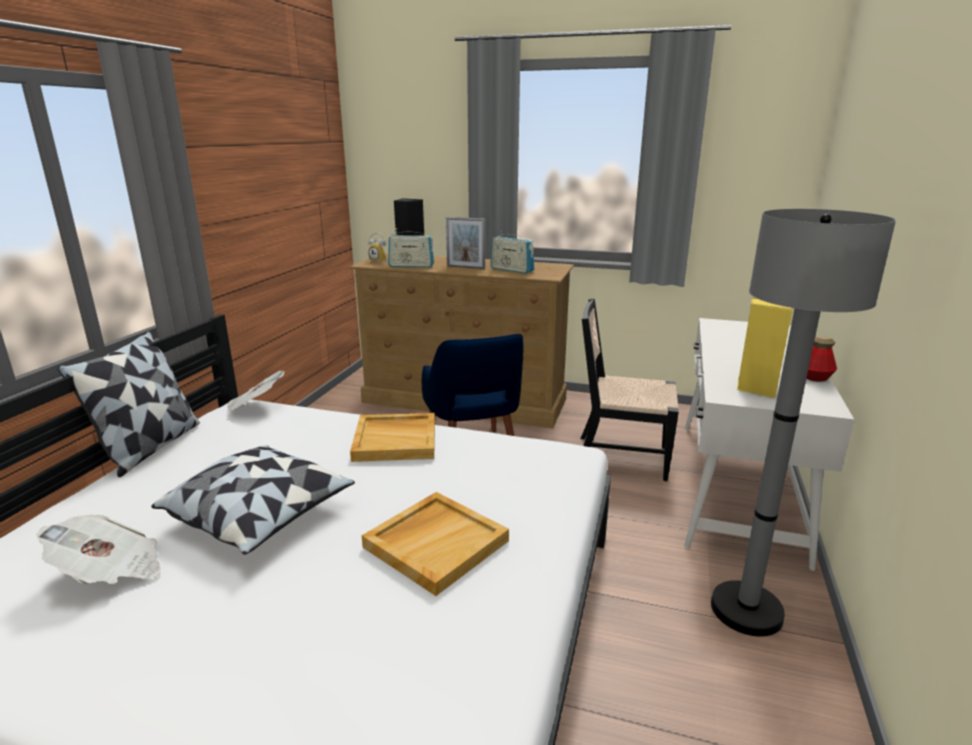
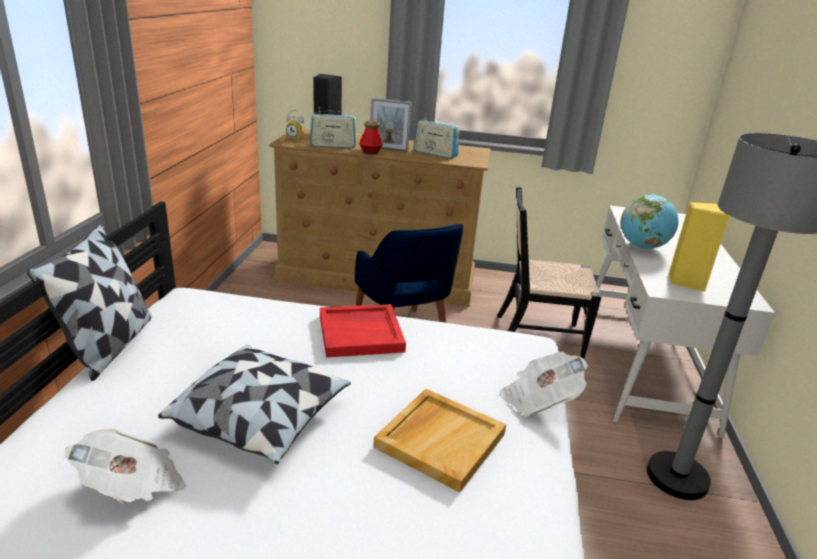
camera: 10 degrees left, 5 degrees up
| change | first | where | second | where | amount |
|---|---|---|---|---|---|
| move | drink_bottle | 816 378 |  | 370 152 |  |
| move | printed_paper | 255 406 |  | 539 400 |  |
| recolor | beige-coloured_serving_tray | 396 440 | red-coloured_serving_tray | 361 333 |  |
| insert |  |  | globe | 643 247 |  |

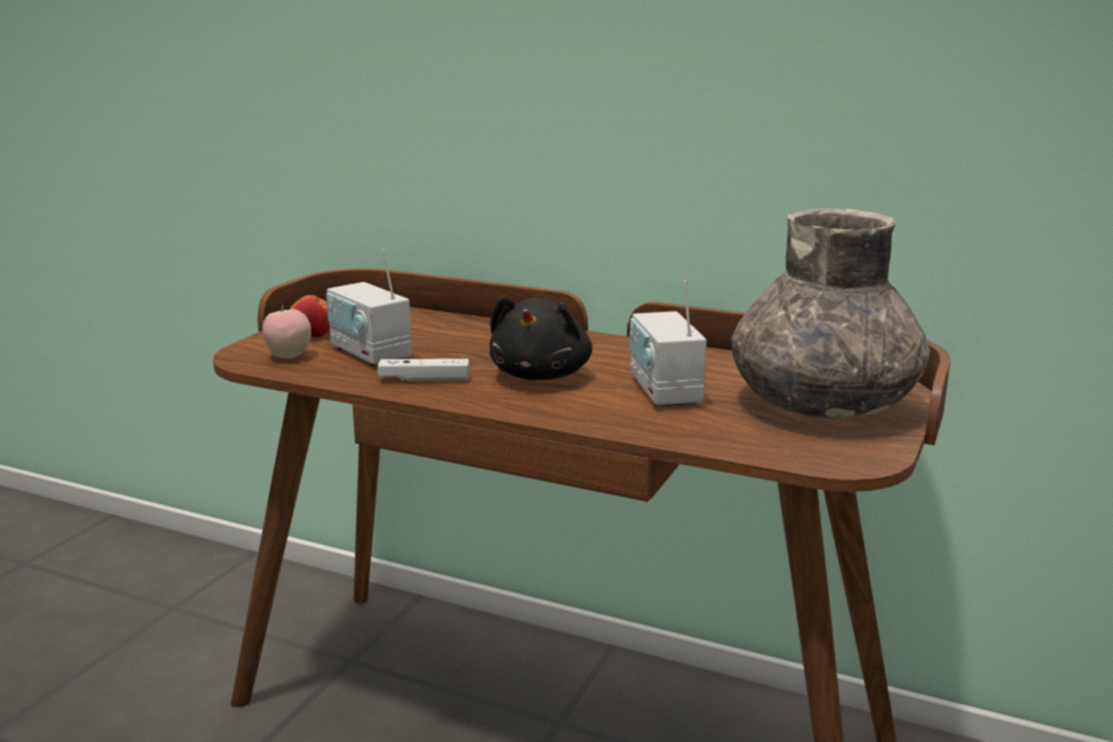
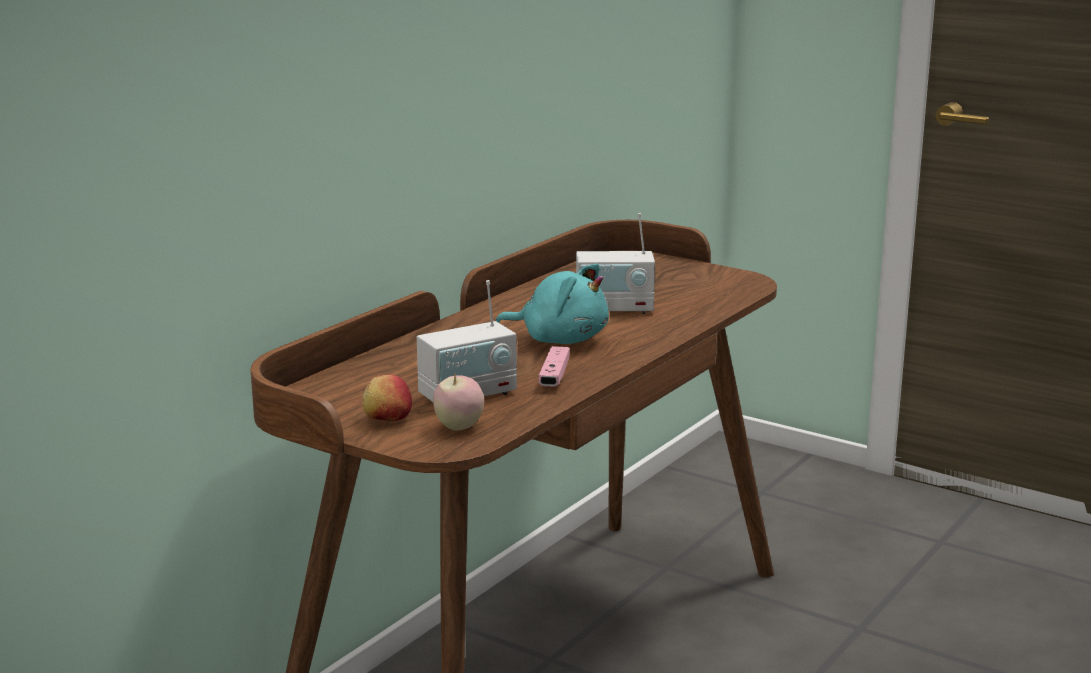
camera: 80 degrees left, 0 degrees up
| change | first | where | second | where | amount |
|---|---|---|---|---|---|
| delete | gray_vase | 824 406 |  |  |  |
| recolor | black-coloured_plush_toy | 542 375 | turquoise-coloured_plush_toy | 560 339 |  |
| recolor | whitish_game_controller | 424 379 | pink_game_controller | 554 376 |  |

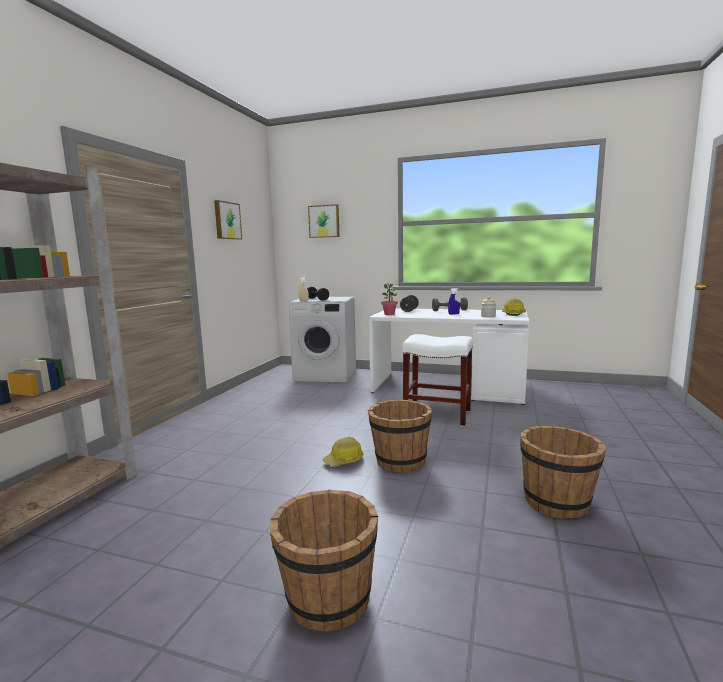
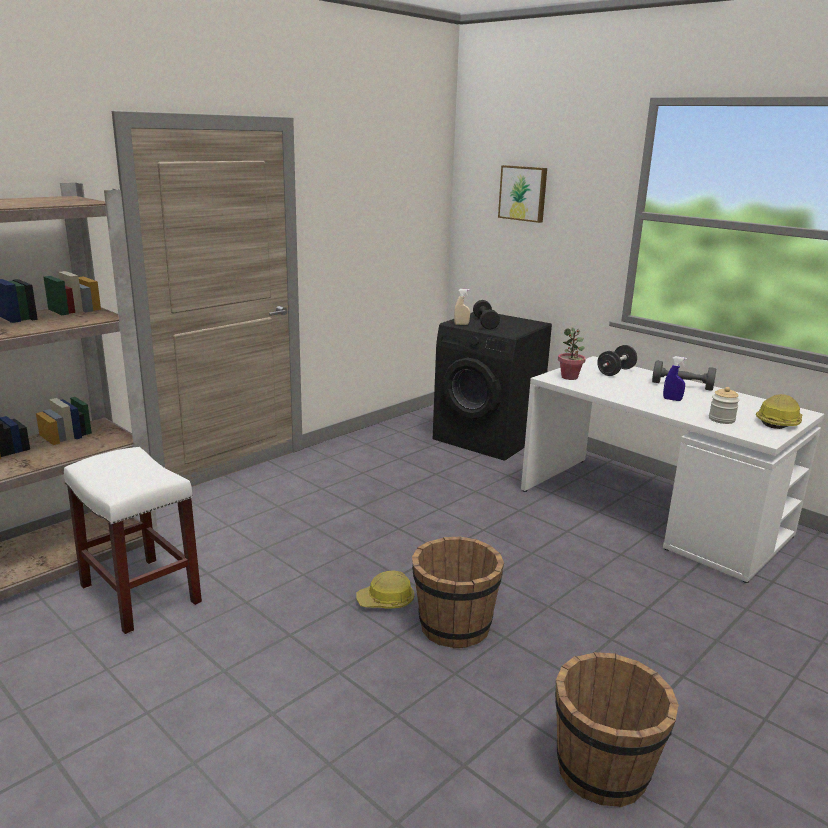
camera: 25 degrees right, 10 degrees up
| change | first | where | second | where | amount |
|---|---|---|---|---|---|
| delete | wall_art | 227 220 |  |  |  |
| recolor | whitish_washing_machine | 325 375 | black-coloured_washing_machine | 486 438 |  |
| move | whitish_stool_seat | 436 415 |  | 139 594 |  |
| delete | brown_water_bucket | 327 599 |  |  |  |

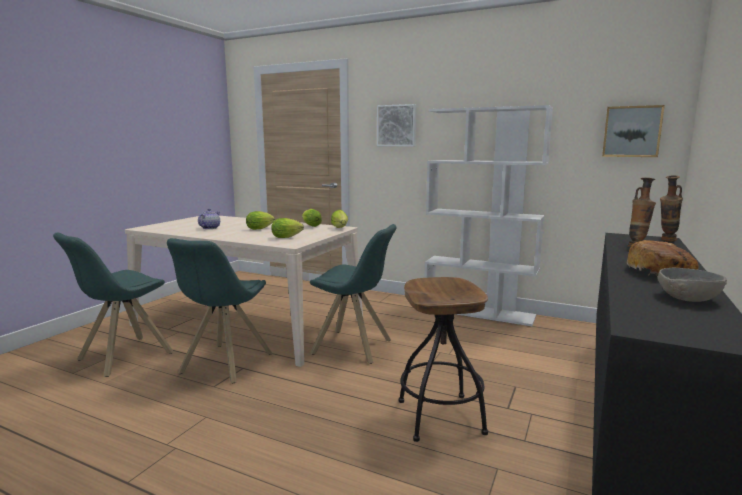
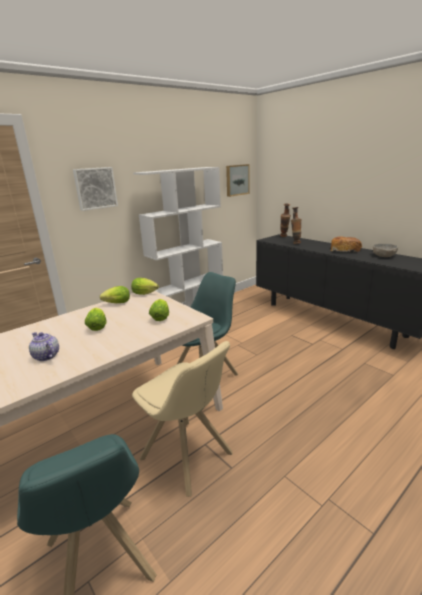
camera: 65 degrees left, 10 degrees up
| change | first | where | second | where | amount |
|---|---|---|---|---|---|
| recolor | turquoise-coloured_chair | 225 363 | beige-coloured_chair | 187 456 |  |
| delete | brown_stool_seat | 440 416 |  |  |  |

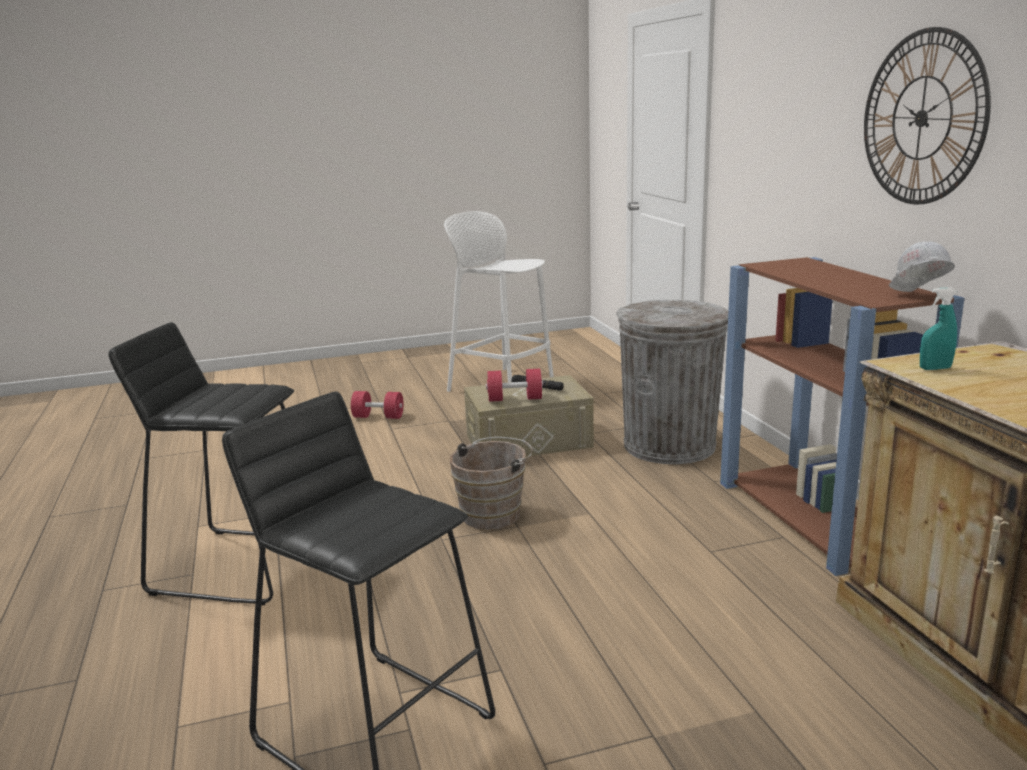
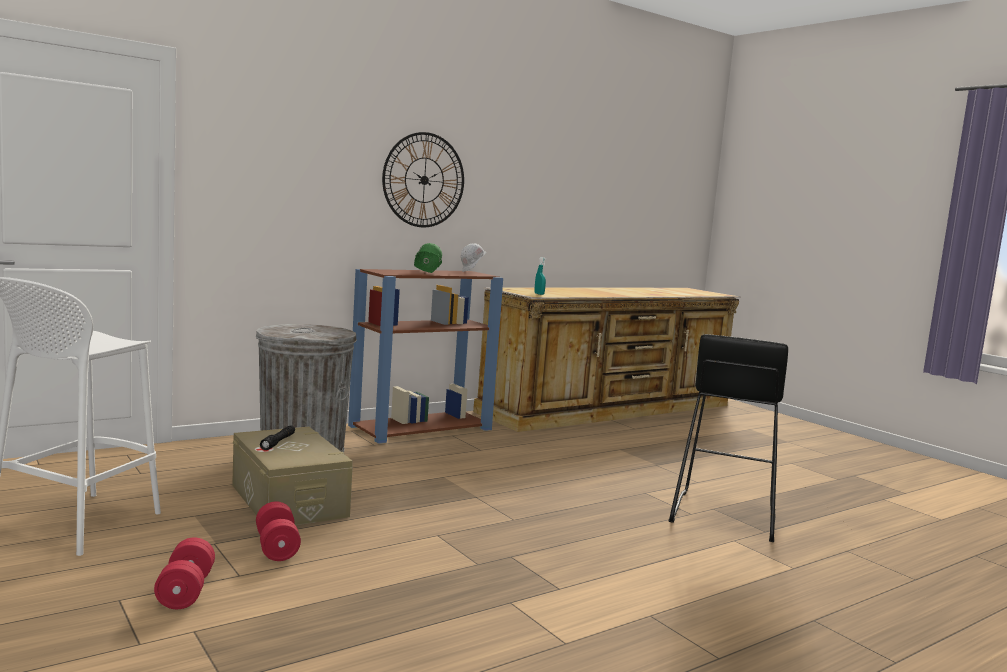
camera: 110 degrees left, 10 degrees down
| change | first | where | second | where | amount |
|---|---|---|---|---|---|
| delete | black-coloured_stool_seat | 237 565 |  |  |  |
| move | red-coloured_hand_weight | 515 399 |  | 277 547 |  |
| delete | brown_water_bucket | 494 513 |  |  |  |
| insert |  |  | green-coloured_safety_helmet | 426 273 |  |

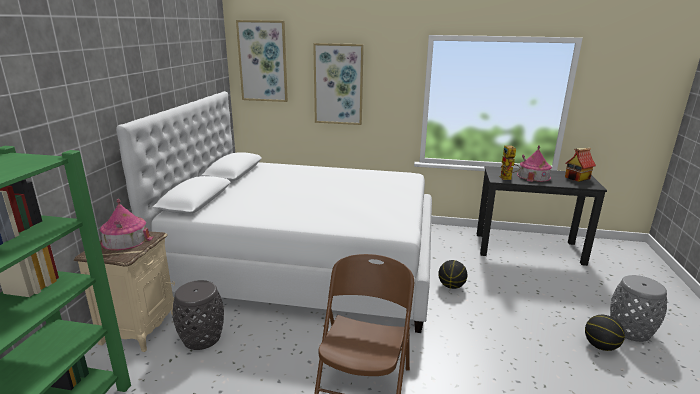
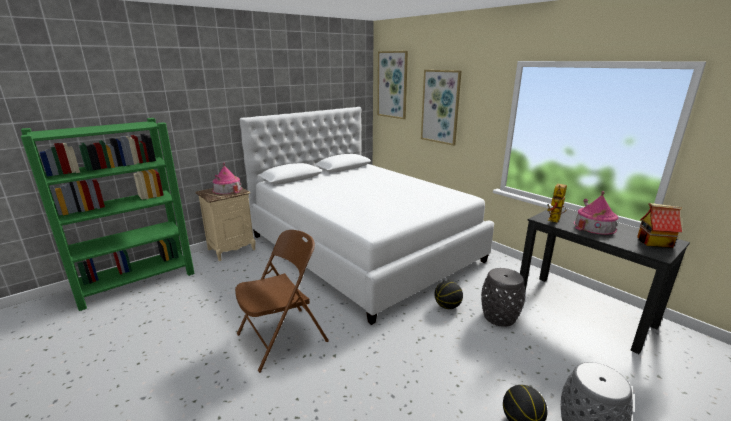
camera: 40 degrees right, 0 degrees up
| change | first | where | second | where | amount |
|---|---|---|---|---|---|
| move | gray_stool_seat | 202 338 |  | 499 317 |  |

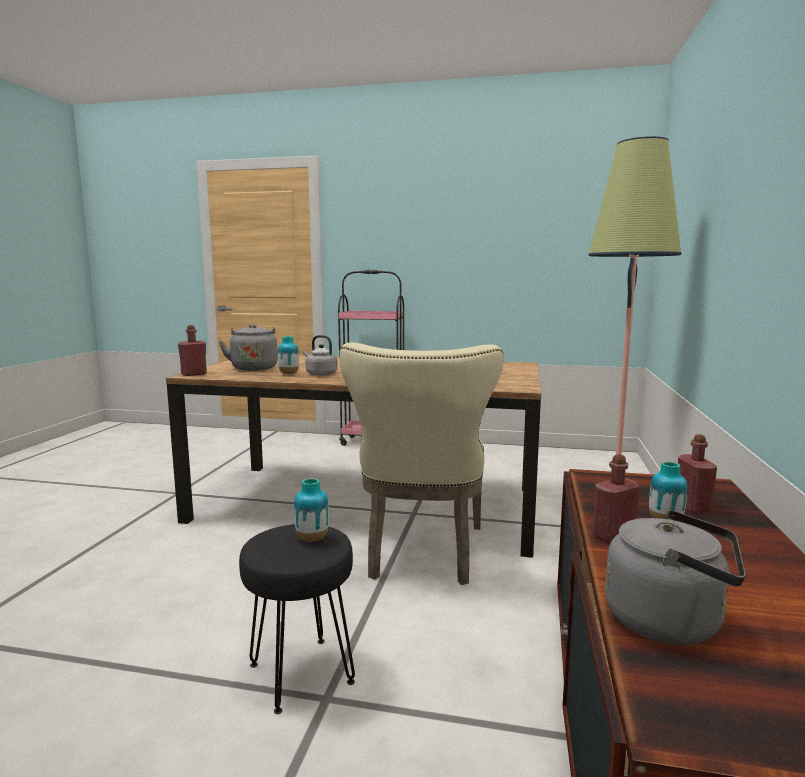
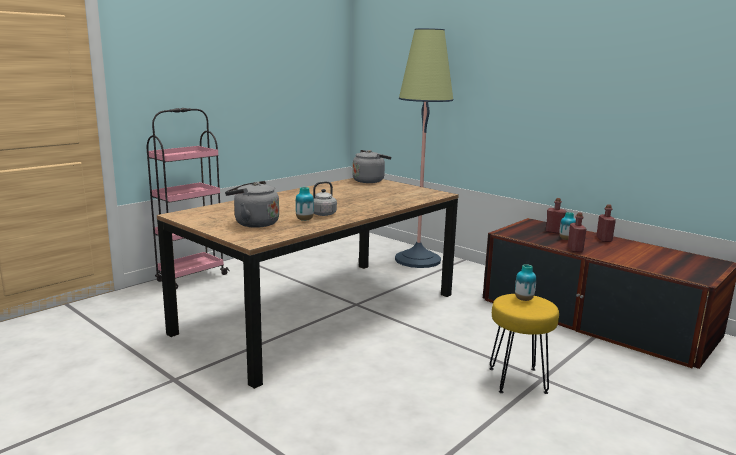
camera: 60 degrees left, 5 degrees up
| change | first | where | second | where | amount |
|---|---|---|---|---|---|
| move | red-coloured_drink_bottle | 194 374 |  | 604 239 |  |
| delete | beige-coloured_chair | 423 555 |  |  |  |
| move | gray_kettle | 670 622 |  | 370 181 |  |
| recolor | black-coloured_stool_seat | 302 672 | yellow_stool_seat | 516 380 |  |

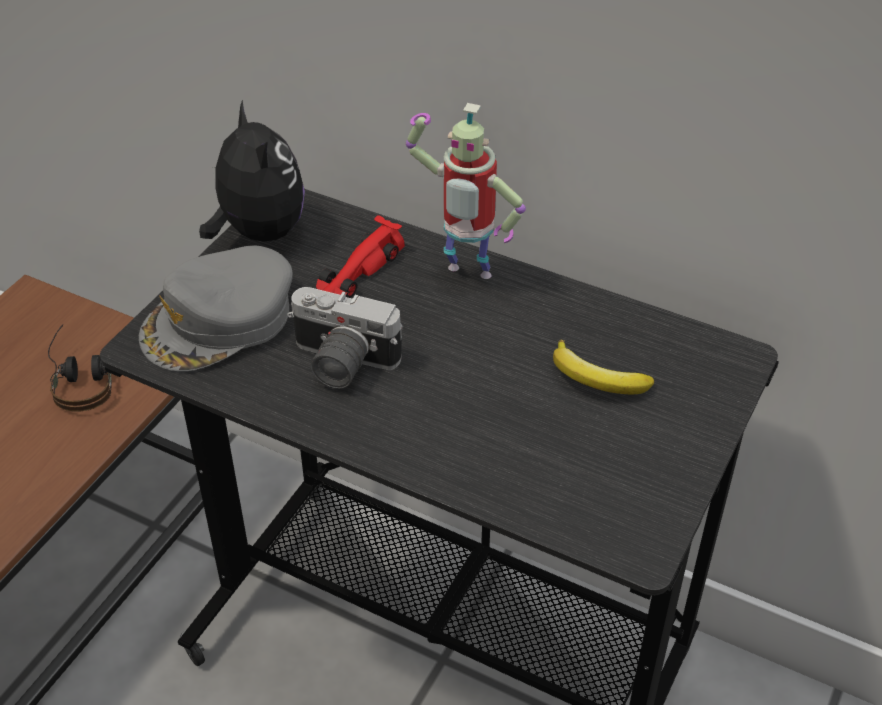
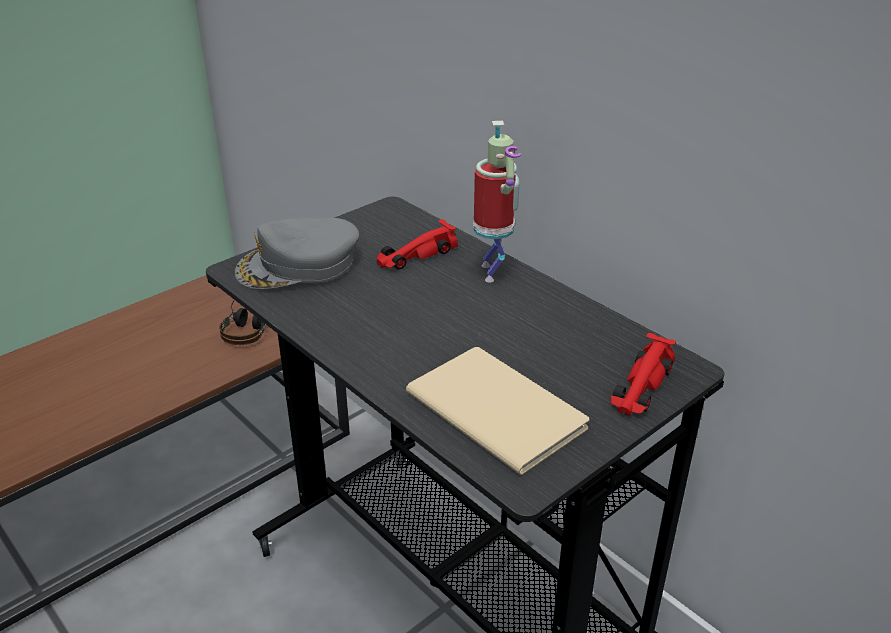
camera: 20 degrees right, 10 degrees down
| change | first | where | second | where | amount |
|---|---|---|---|---|---|
| delete | plush_toy | 258 232 |  |  |  |
| rotate | toy_robot | 466 275 |  | 493 273 | 135 degrees counterclockwise |
| delete | still_camera | 339 363 |  |  |  |
| delete | whole_banana | 596 379 |  |  |  |
| insert |  |  | red-coloured_toy_car | 641 386 |  |
| insert |  |  | beige-coloured_book | 496 406 |  |

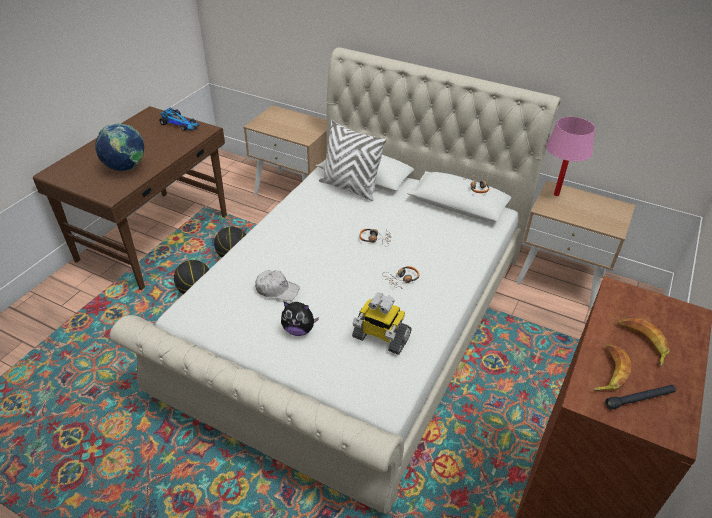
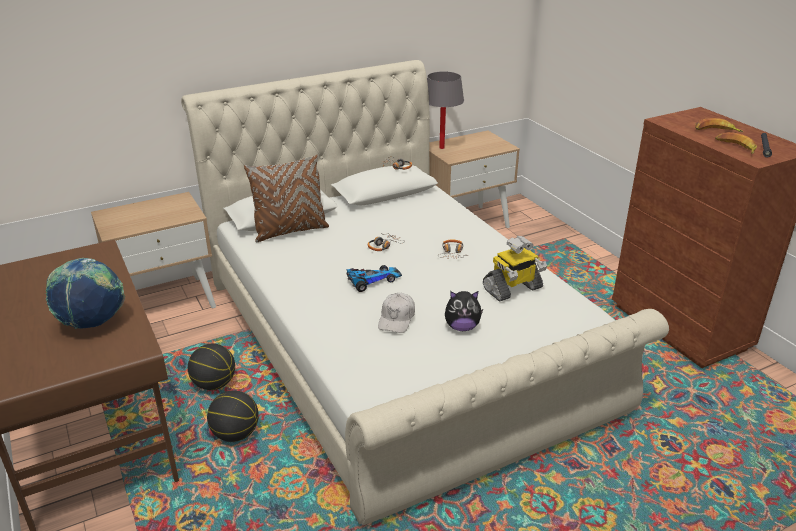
camera: 55 degrees left, 10 degrees down
| change | first | where | second | where | amount |
|---|---|---|---|---|---|
| move | toy_car | 180 124 |  | 372 280 |  |
| recolor | pink_table_lamp | 556 194 | gray_table_lamp | 441 148 |  |
| recolor | whitish_cushion | 350 187 | brown_cushion | 290 231 |  |
| rotate | whitish_cap | 277 290 |  | 396 319 | 150 degrees clockwise |
| rotate | plush_toy | 299 330 |  | 462 327 | 45 degrees clockwise |

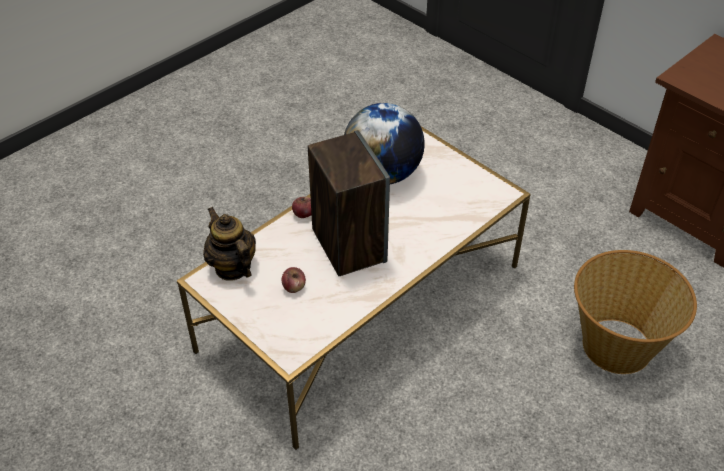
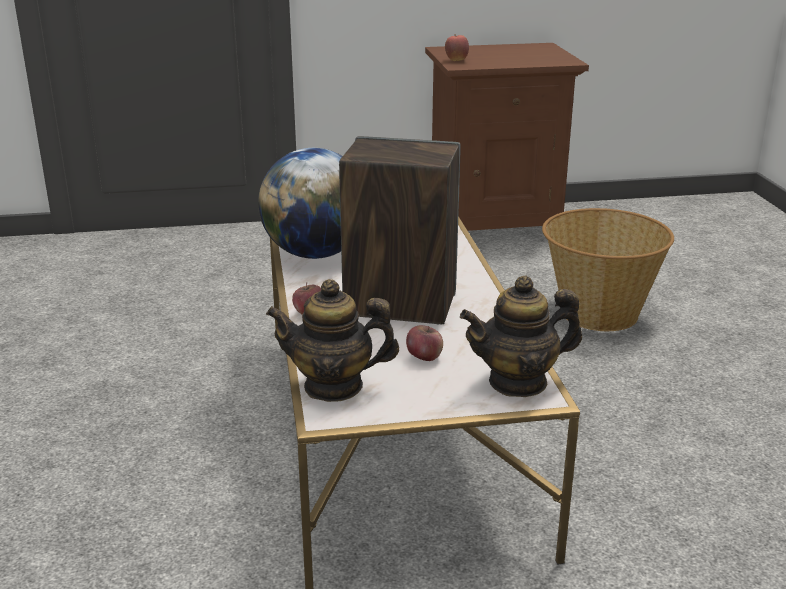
camera: 55 degrees left, 20 degrees down
| change | first | where | second | where | amount |
|---|---|---|---|---|---|
| insert |  |  | apple | 456 60 |  |
| insert |  |  | pot_for_tea | 518 382 |  |

